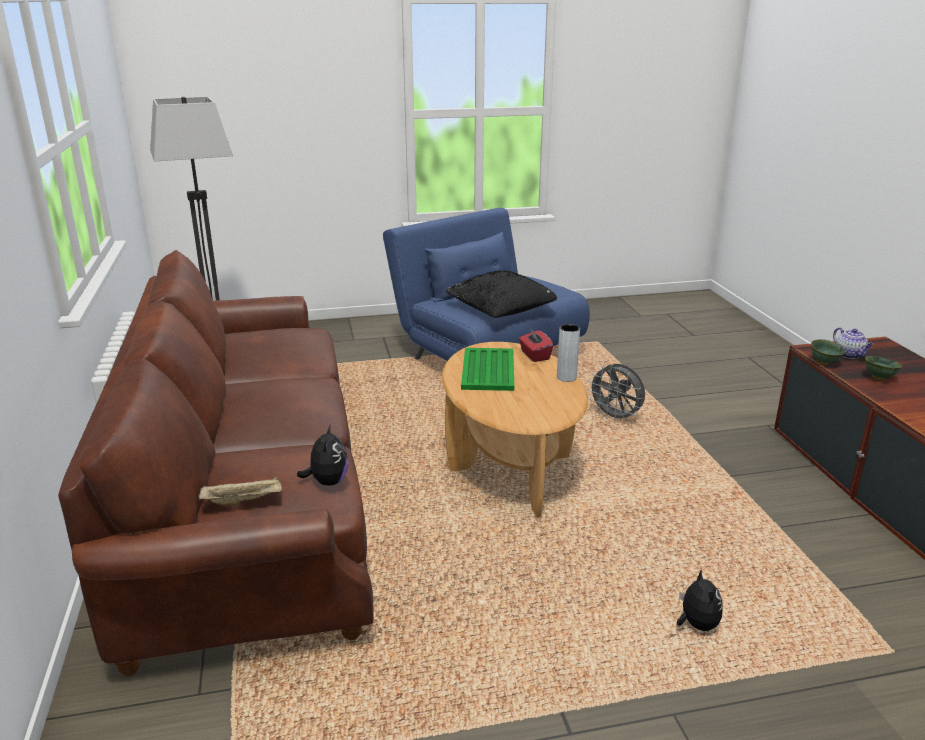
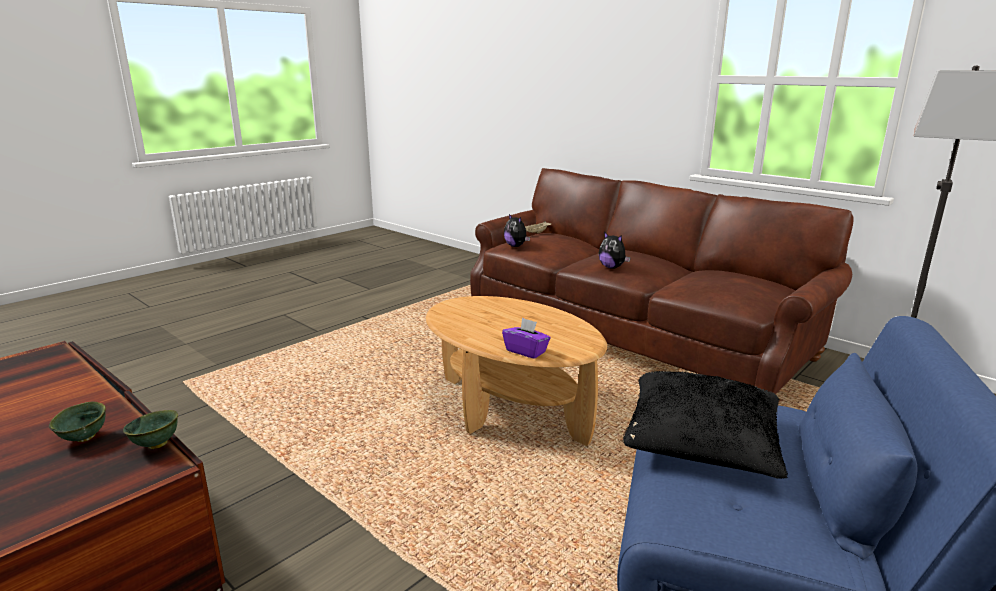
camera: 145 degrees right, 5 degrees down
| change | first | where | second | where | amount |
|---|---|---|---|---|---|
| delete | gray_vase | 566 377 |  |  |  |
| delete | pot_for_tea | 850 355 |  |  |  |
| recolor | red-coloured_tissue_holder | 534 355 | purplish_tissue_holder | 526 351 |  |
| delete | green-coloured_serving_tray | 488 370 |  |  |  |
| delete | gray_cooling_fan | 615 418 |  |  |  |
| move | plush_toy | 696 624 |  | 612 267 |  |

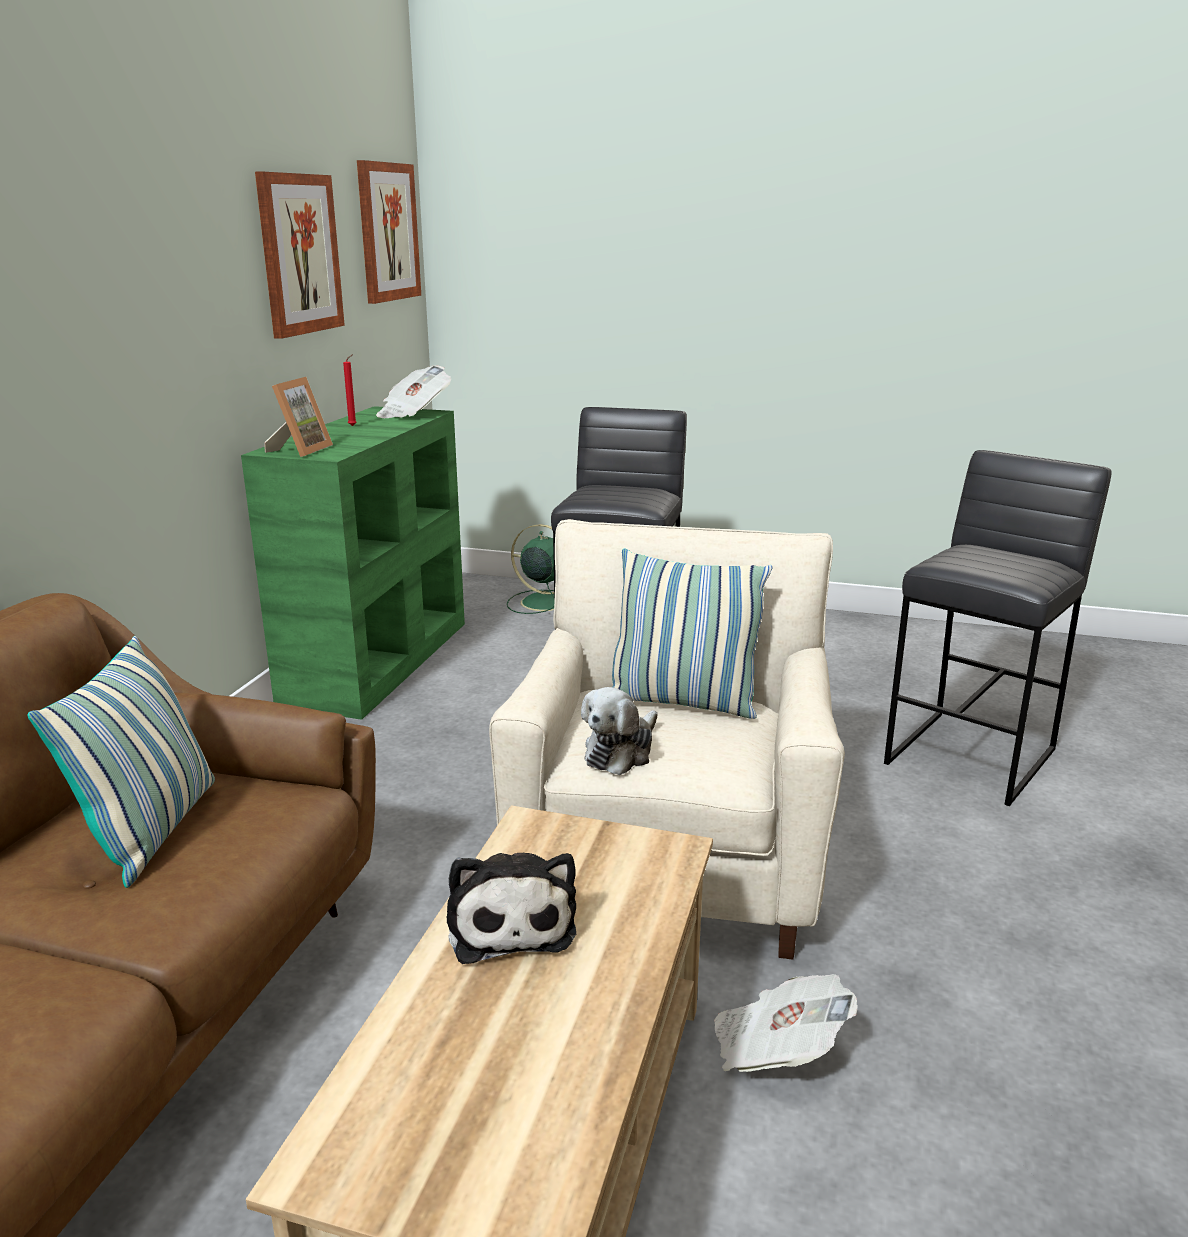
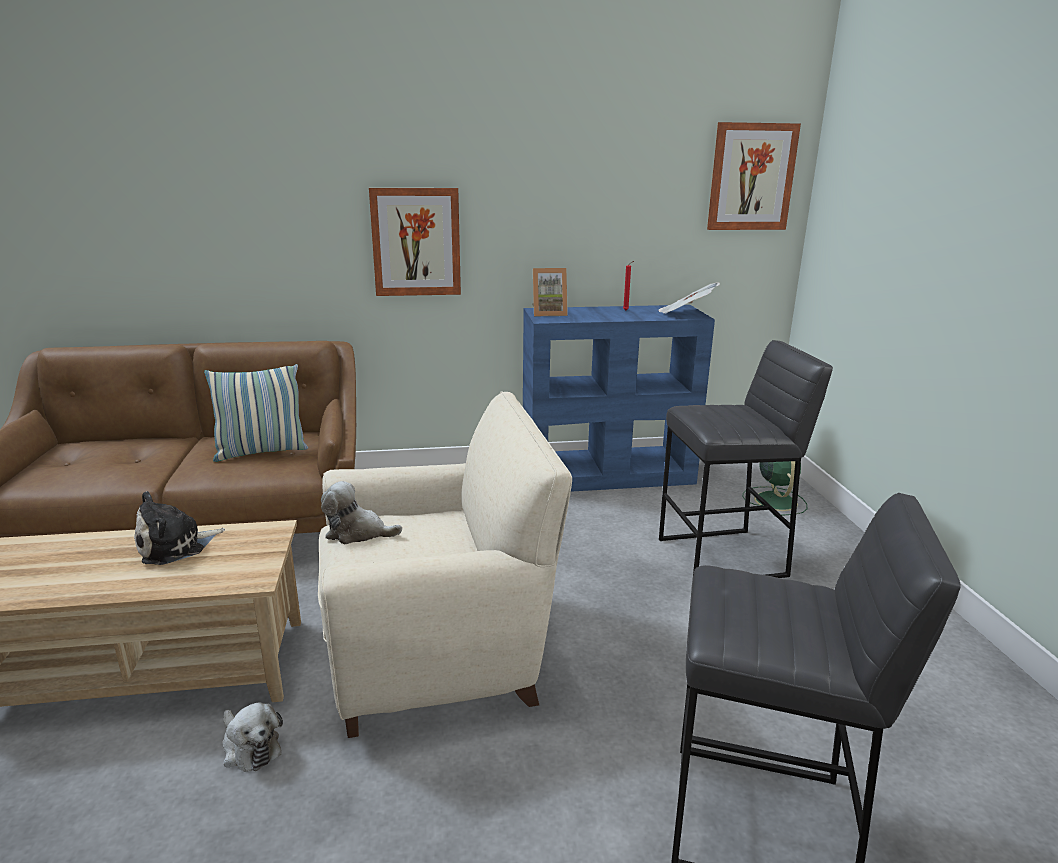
camera: 65 degrees right, 0 degrees up
| change | first | where | second | where | amount |
|---|---|---|---|---|---|
| move | wall_art | 299 254 |  | 416 242 |  |
| recolor | green-coloured_bookshelf | 376 661 | blue-coloured_bookshelf | 606 474 |  |
| delete | cushion | 682 702 |  |  |  |
| replace | printed_paper | 776 1050 | plush_toy | 250 747 |  |

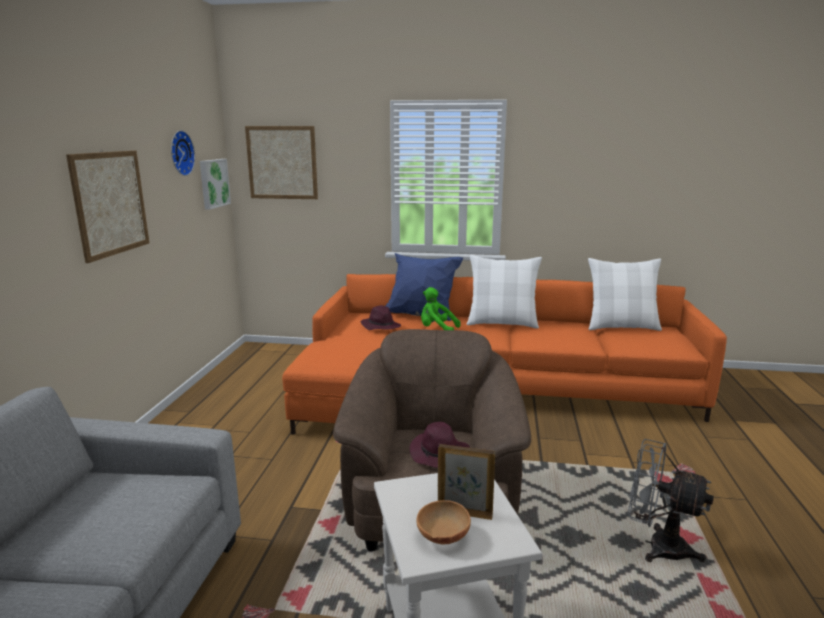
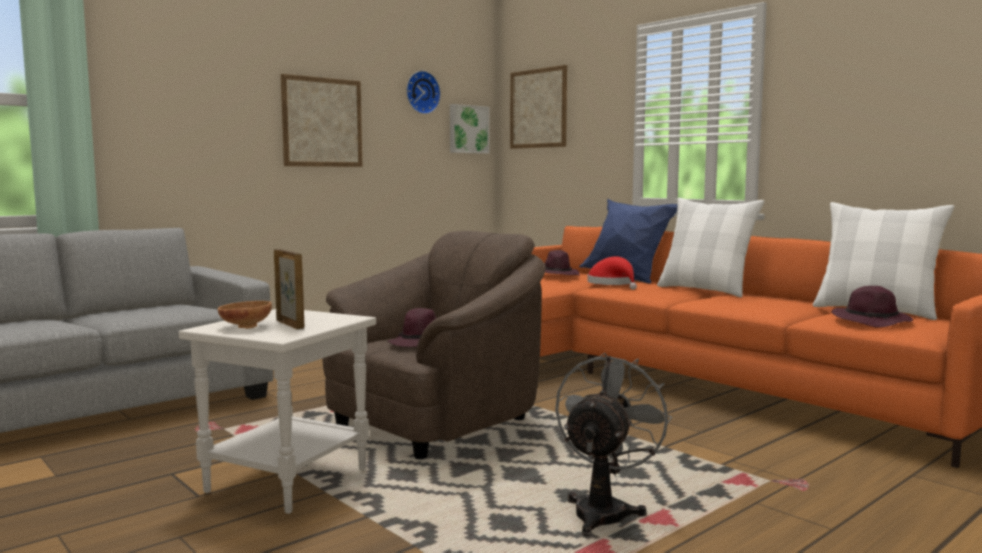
camera: 40 degrees right, 10 degrees down
| change | first | where | second | where | amount |
|---|---|---|---|---|---|
| replace | green-coloured_plush_toy | 436 329 | red-coloured_clothing_hat | 613 284 |  |
| rotate | gray_cooling_fan | 657 545 |  | 604 510 | 45 degrees clockwise |
| insert |  |  | purplish_clothing_hat | 872 321 |  |

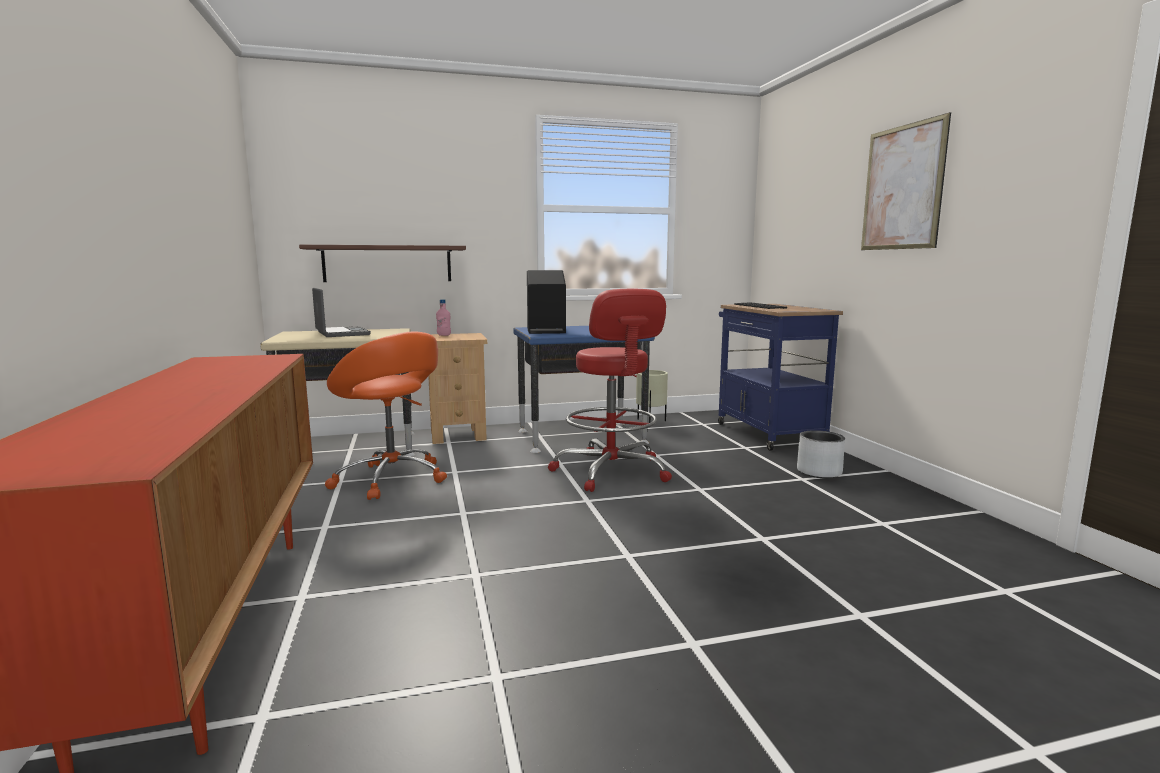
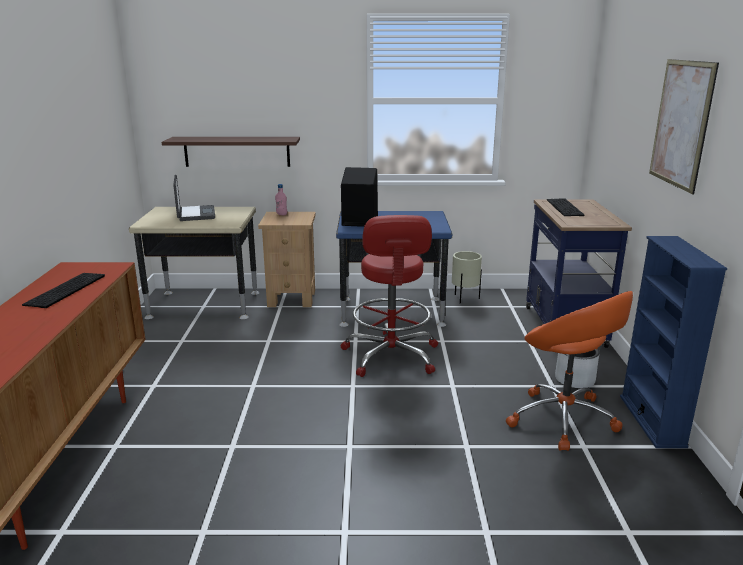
camera: 15 degrees right, 10 degrees up
| change | first | where | second | where | amount |
|---|---|---|---|---|---|
| move | orange_desk_chair | 392 479 |  | 564 420 |  |
| insert |  |  | blue-coloured_bookshelf | 652 420 |  |
| insert |  |  | PC_keyboard | 66 290 |  |

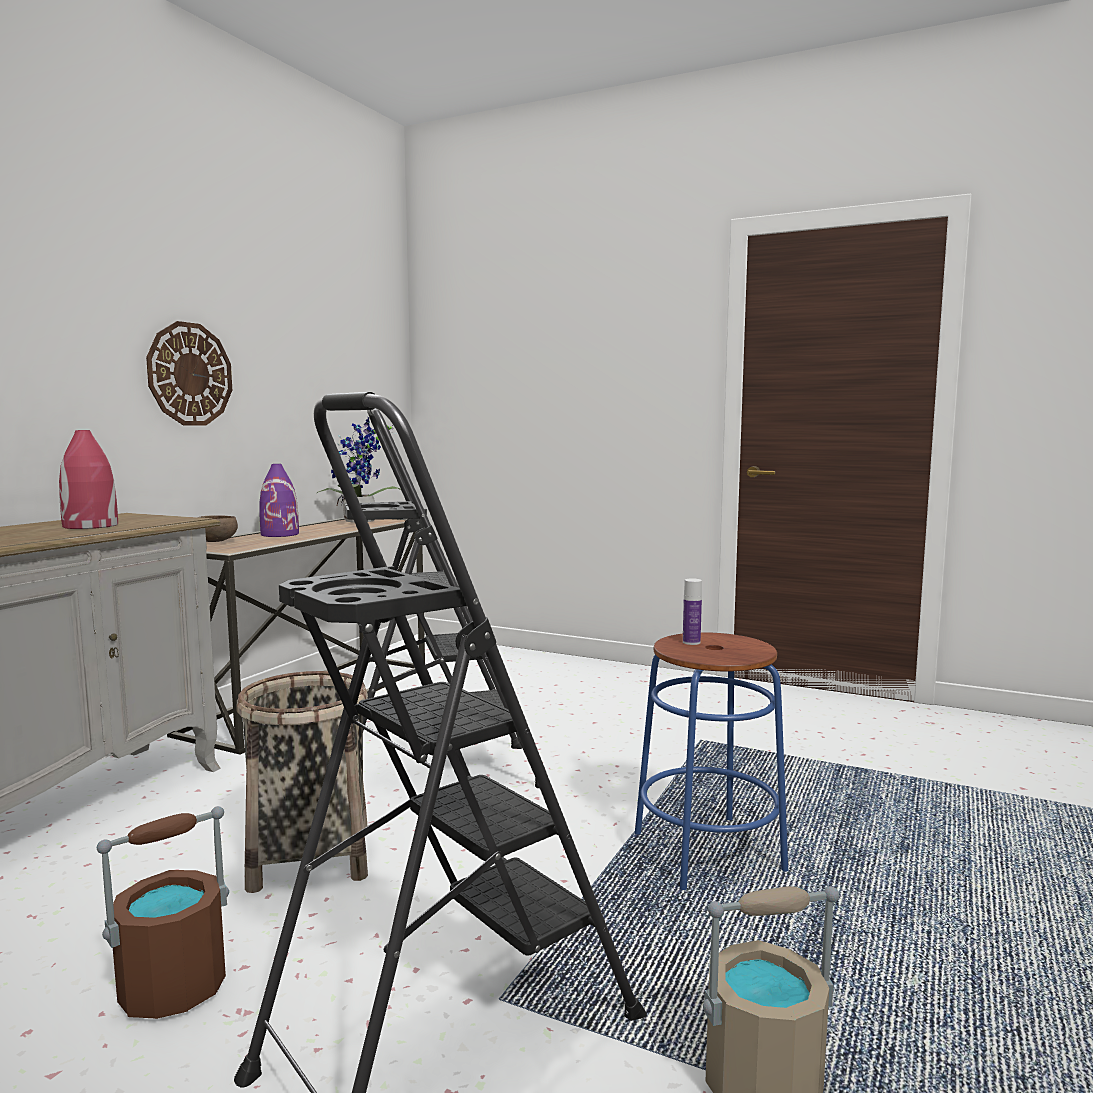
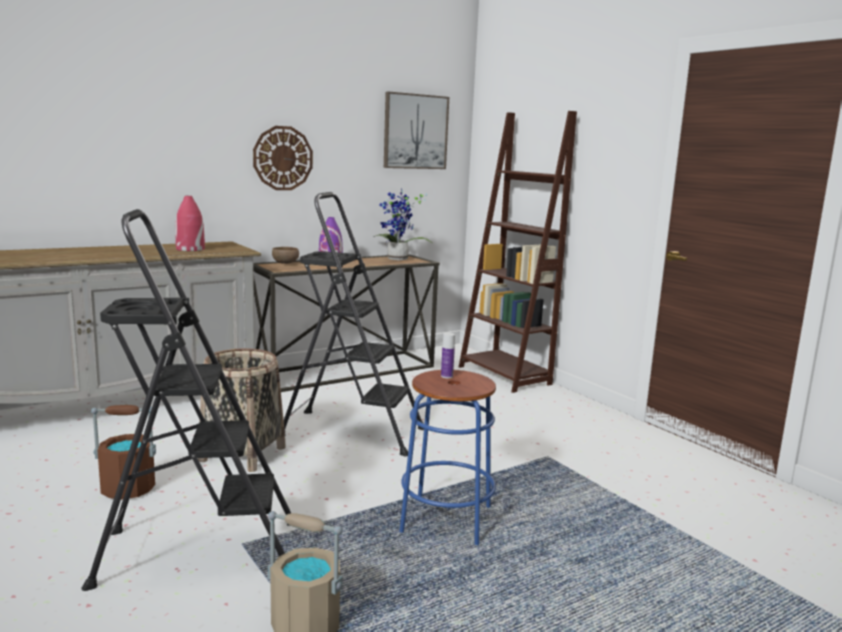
camera: 30 degrees right, 5 degrees up
| change | first | where | second | where | amount |
|---|---|---|---|---|---|
| insert |  |  | wall_art | 415 131 |  |
| insert |  |  | brown_bookshelf | 504 375 |  |

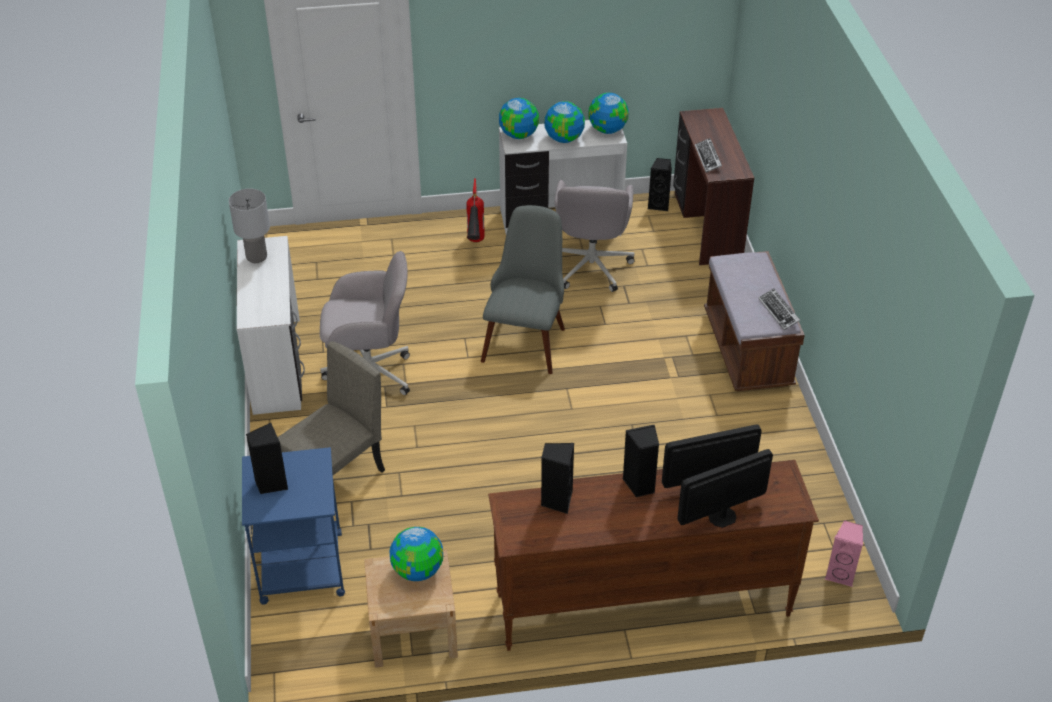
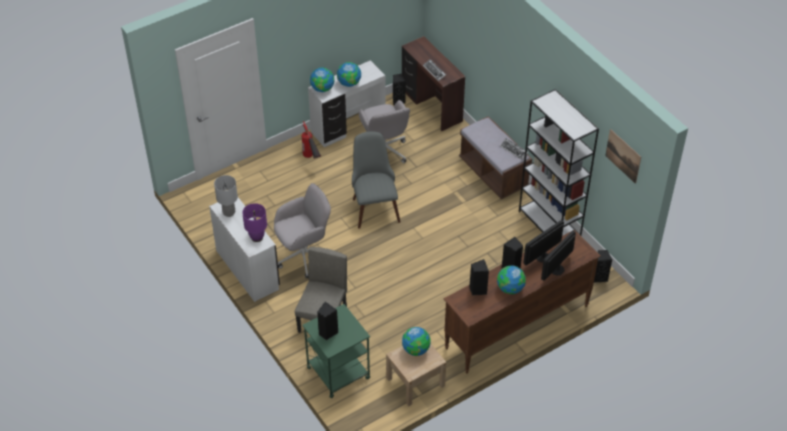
camera: 25 degrees left, 5 degrees up
| change | first | where | second | where | amount |
|---|---|---|---|---|---|
| move | globe | 607 130 |  | 510 288 |  |
| recolor | blue-coloured_wheeled_cart | 301 566 | green-coloured_wheeled_cart | 338 371 |  |
| recolor | pink_loudspeaker | 841 574 | black-coloured_loudspeaker | 599 277 |  |
| insert |  |  | whitish_bookshelf | 549 226 |  |
| insert |  |  | wall_art | 623 156 |  |
| insert |  |  | purplish_table_lamp | 257 237 |  |

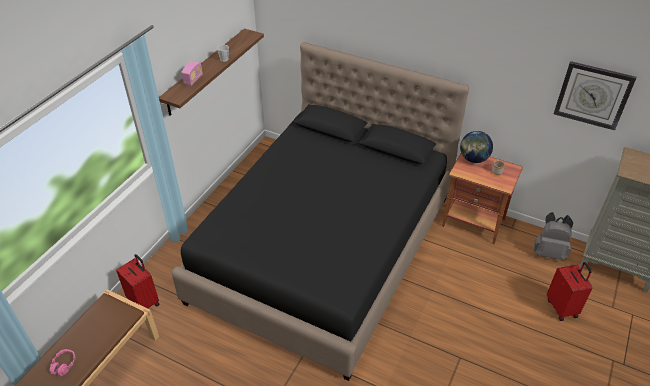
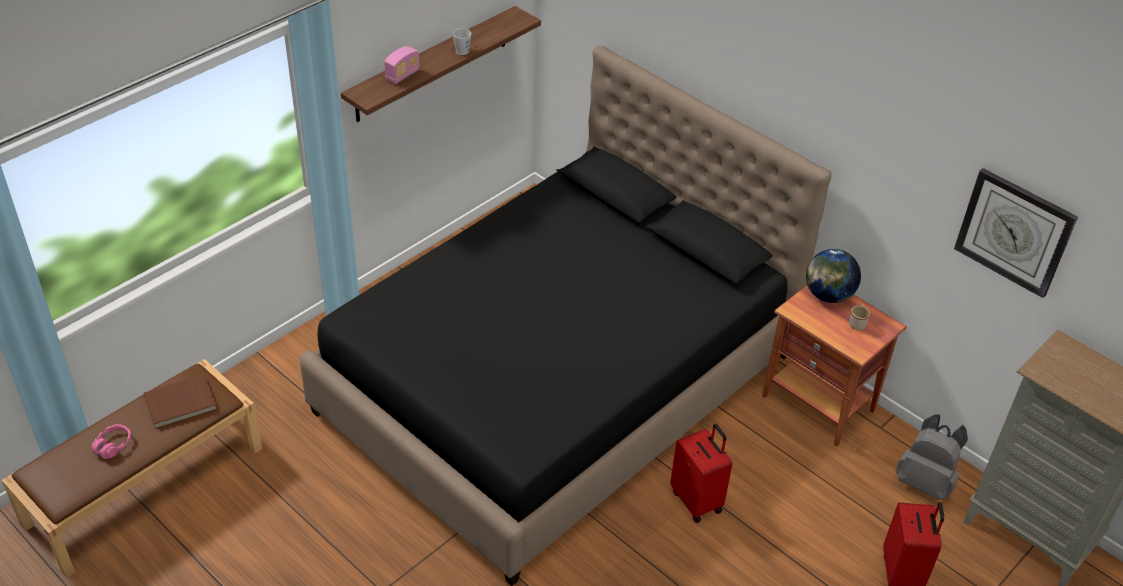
camera: 15 degrees right, 0 degrees up
| change | first | where | second | where | amount |
|---|---|---|---|---|---|
| move | red-coloured_suitcase | 144 301 |  | 697 500 |  |
| insert |  |  | brown_book | 181 404 |  |

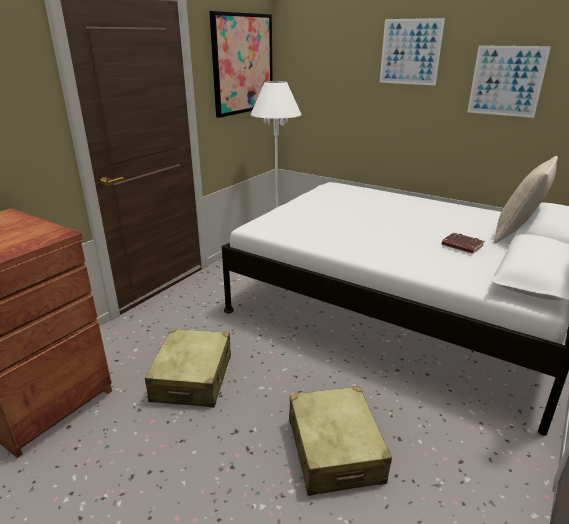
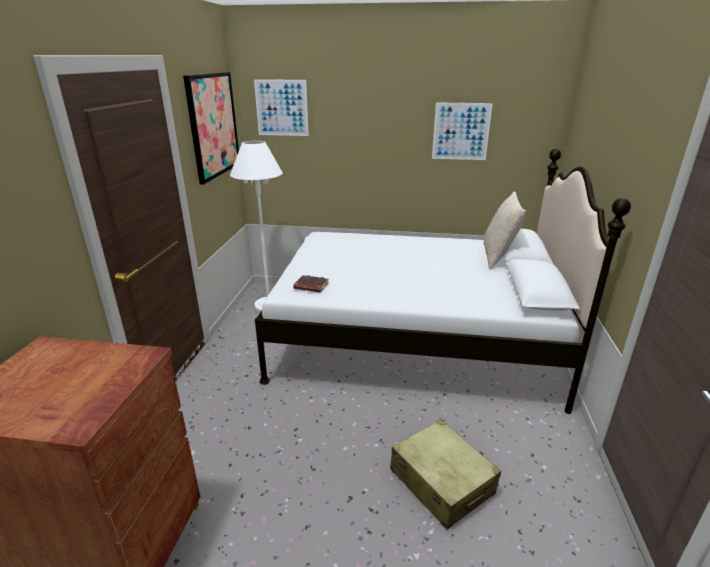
camera: 25 degrees left, 0 degrees up
| change | first | where | second | where | amount |
|---|---|---|---|---|---|
| move | wall_art | 410 52 |  | 281 108 |  |
| move | brown_book | 461 246 |  | 310 286 |  |
| delete | beige-coloured_suitcase | 193 378 |  |  |  |

